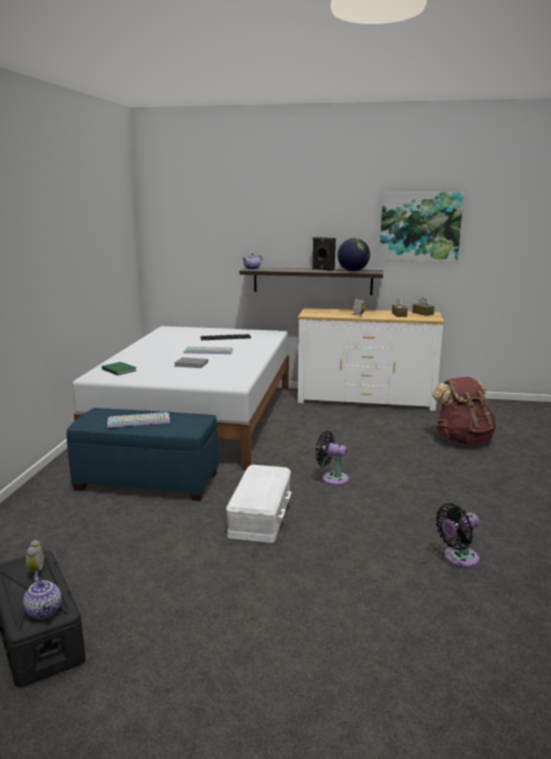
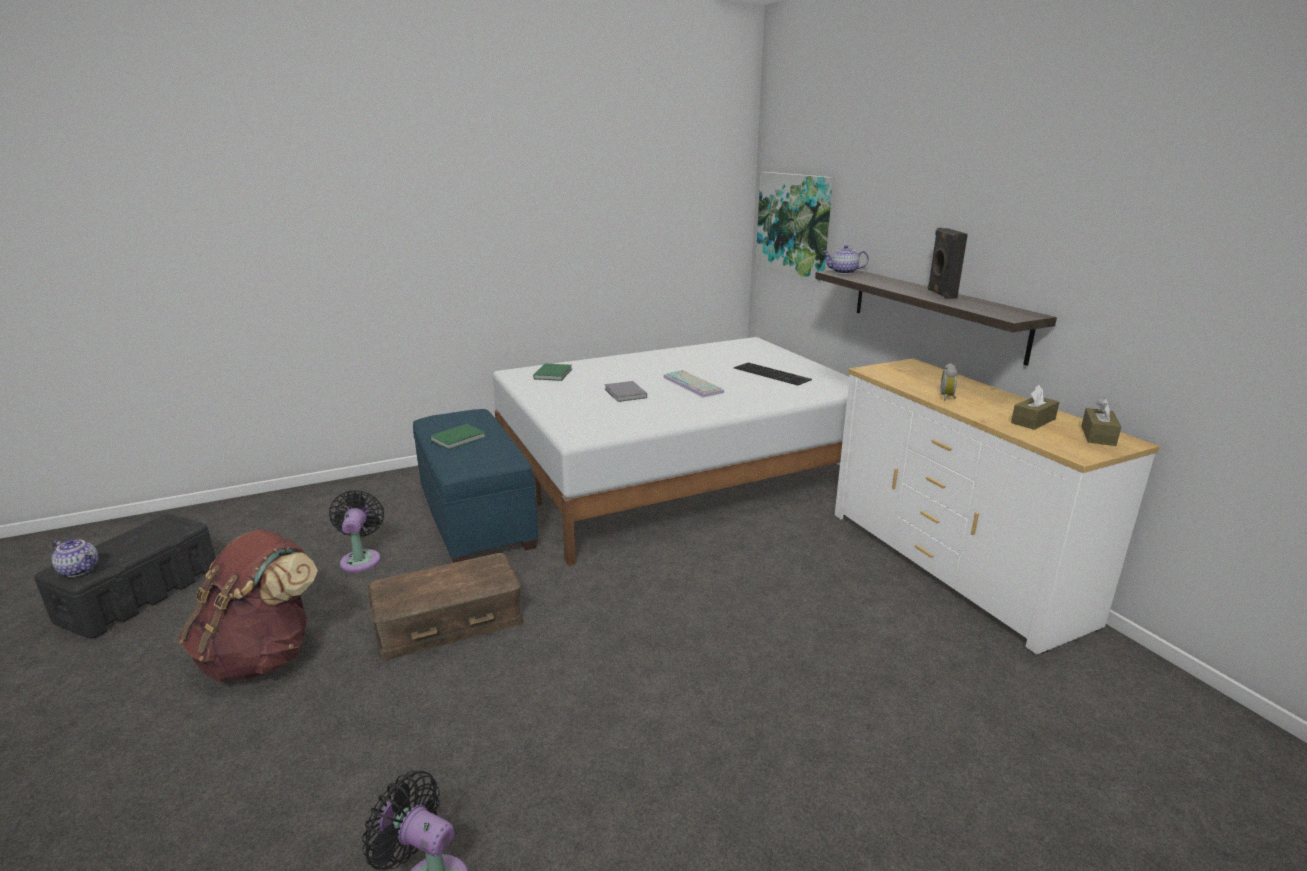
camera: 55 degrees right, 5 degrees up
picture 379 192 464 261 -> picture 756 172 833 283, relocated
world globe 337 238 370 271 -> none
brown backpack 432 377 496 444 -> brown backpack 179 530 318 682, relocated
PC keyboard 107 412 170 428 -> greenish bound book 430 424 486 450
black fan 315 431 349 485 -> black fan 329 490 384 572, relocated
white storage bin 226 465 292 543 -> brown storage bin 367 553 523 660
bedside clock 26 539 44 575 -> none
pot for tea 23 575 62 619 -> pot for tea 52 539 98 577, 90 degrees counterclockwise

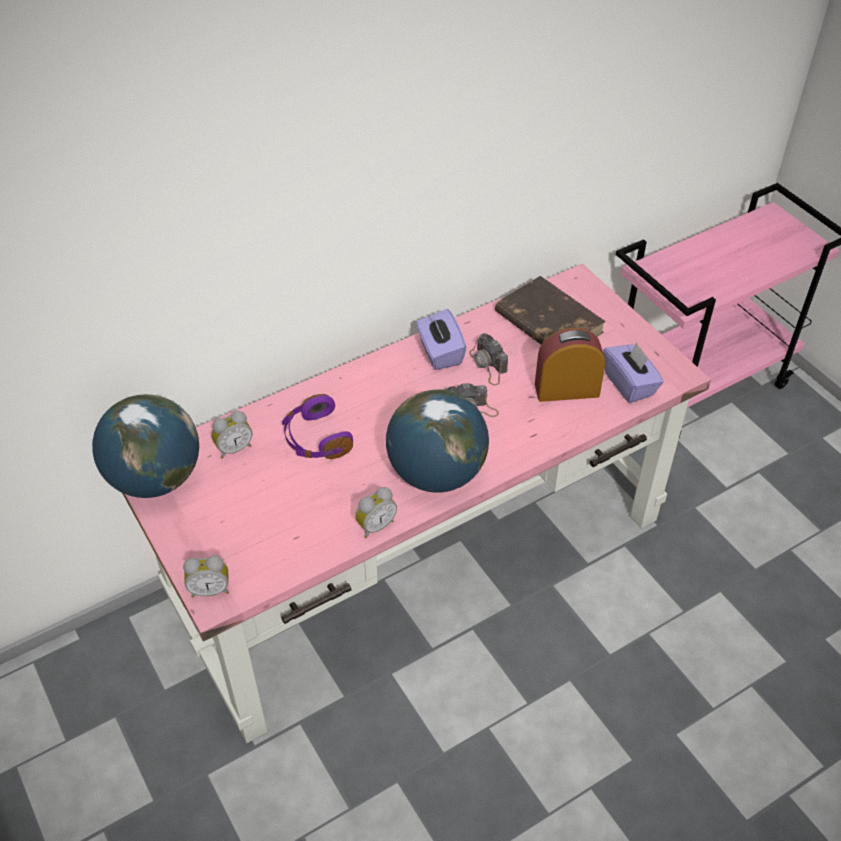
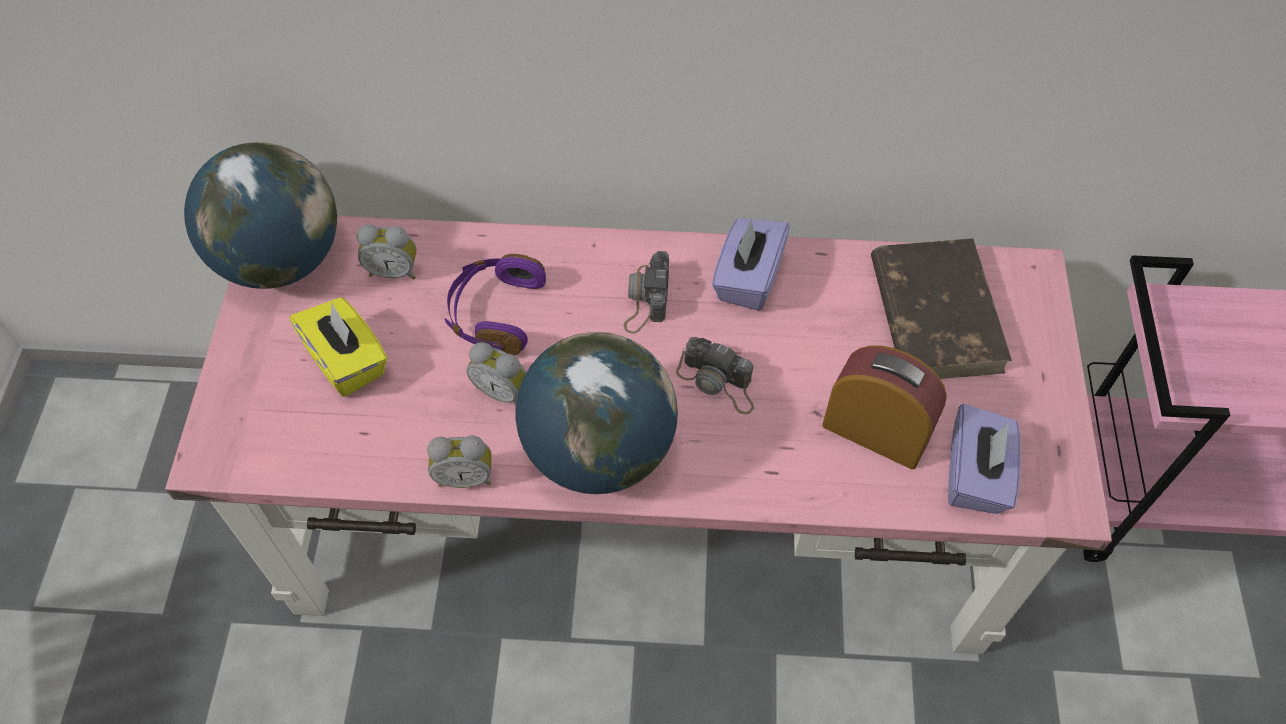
camera: 35 degrees right, 10 degrees up
still camera 469 333 508 385 -> still camera 624 251 669 334, relocated
bedside clock 183 555 229 598 -> bedside clock 467 342 527 406, relocated
none -> yellowish tissue holder 290 297 388 397

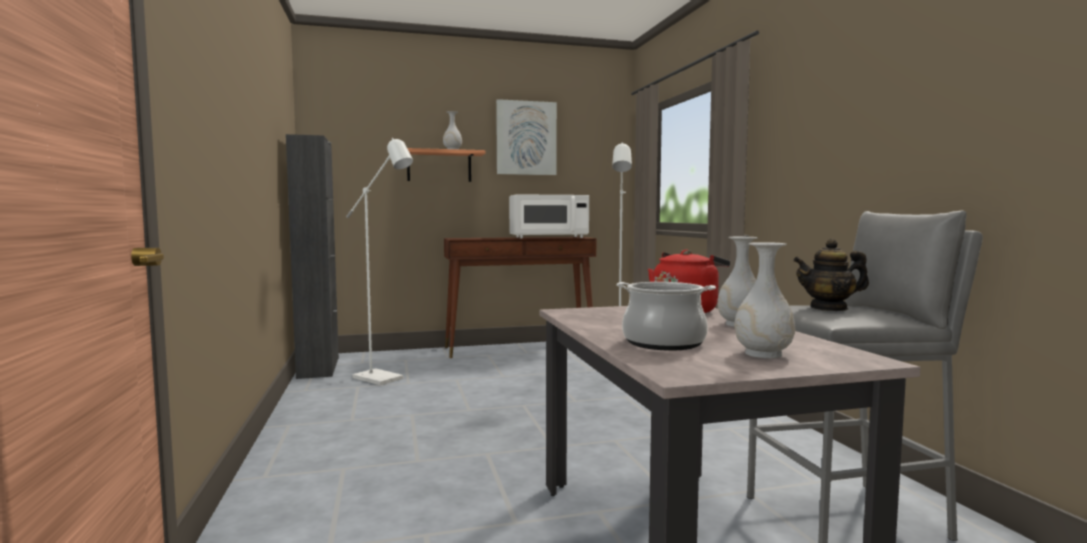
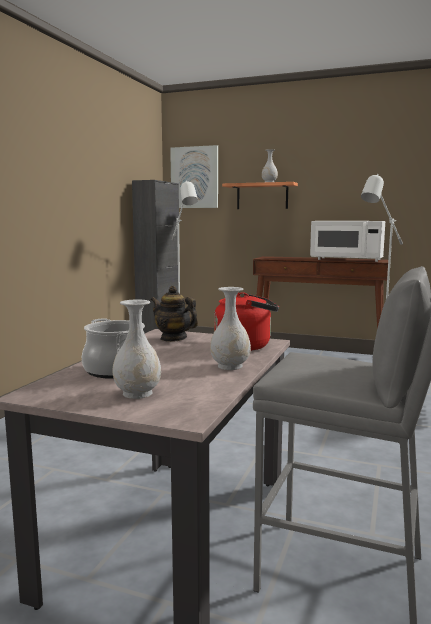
camera: 35 degrees right, 5 degrees up
picture 496 99 557 175 -> picture 170 145 218 208, relocated
pot for tea 793 239 869 311 -> pot for tea 151 286 198 342, relocated

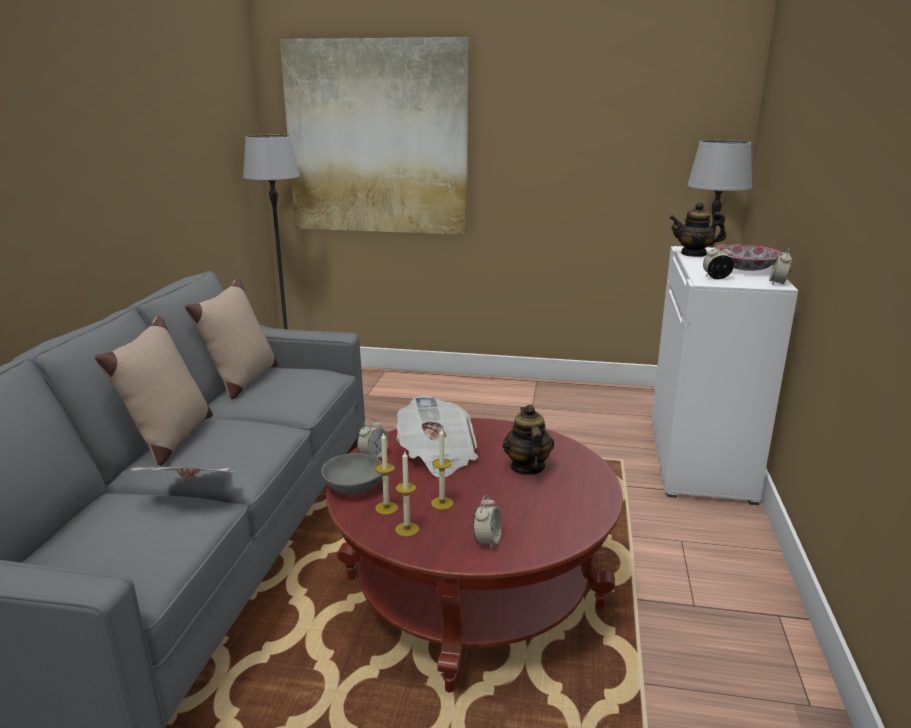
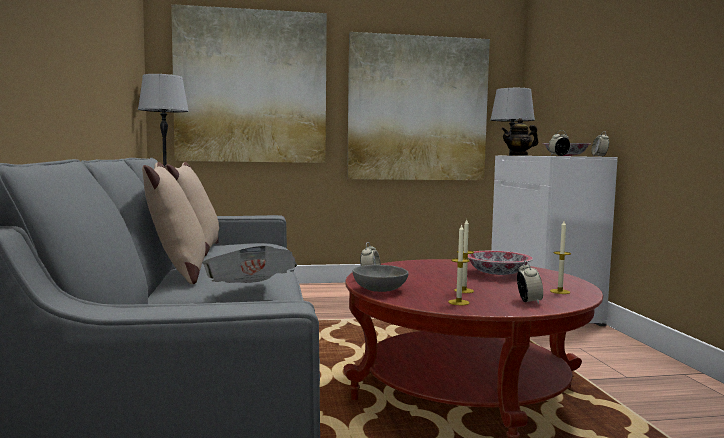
camera: 20 degrees left, 15 degrees down
printed paper 397 395 478 477 -> none
pot for tea 503 404 554 475 -> deep dish 468 251 533 275
candle 375 432 398 515 -> candle 550 221 571 294, relocated
none -> picture 347 32 490 180

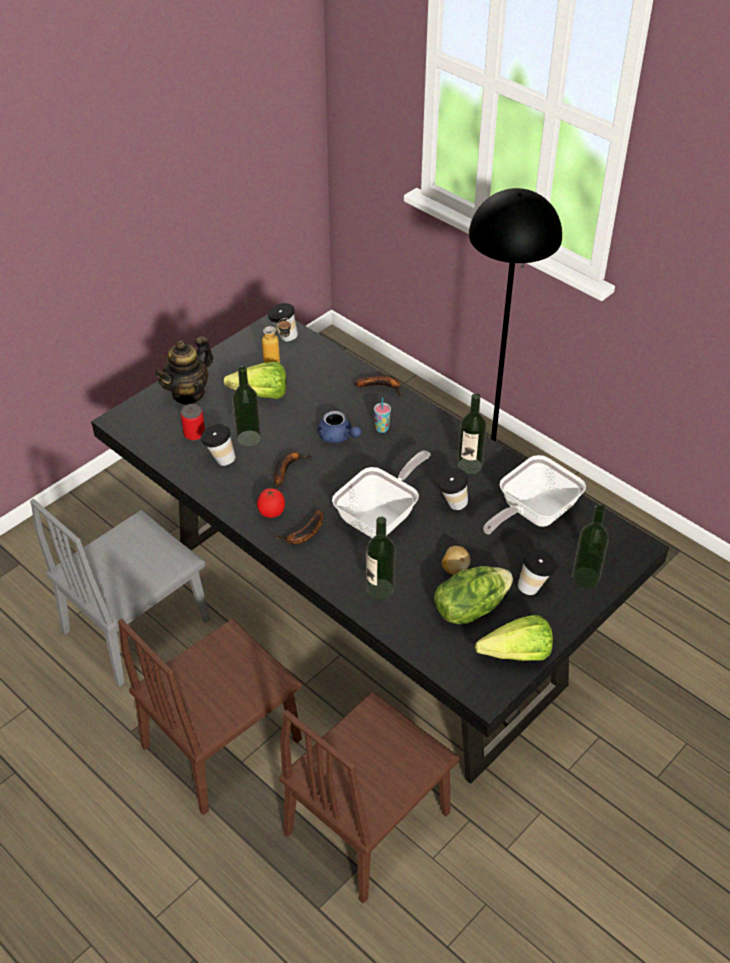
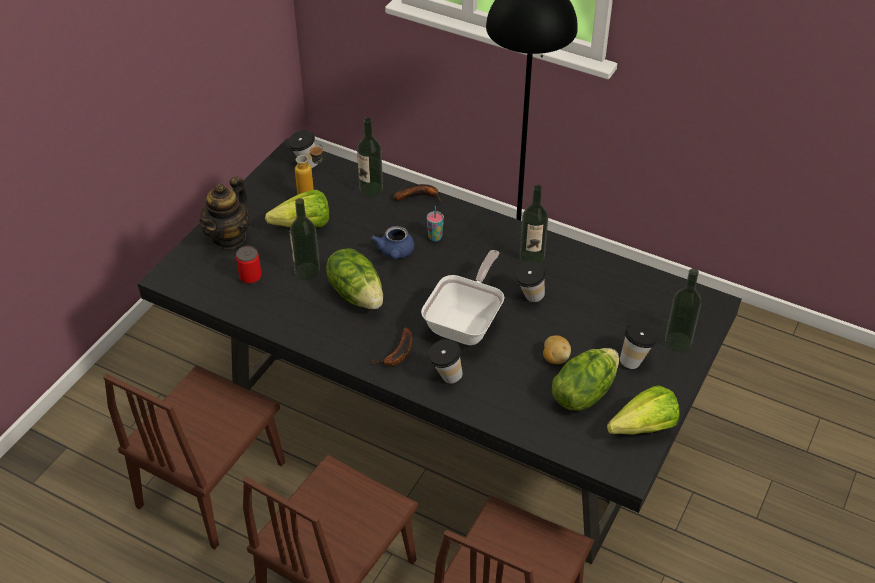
camera: 15 degrees left, 0 degrees up
blue-coloured pot for tea 318 411 362 443 -> blue-coloured pot for tea 371 226 414 259, 60 degrees clockwise
small cup 201 424 235 466 -> small cup 427 339 463 383, relocated
banana 274 452 312 487 -> lettuce 326 248 383 309
pan 483 455 586 534 -> none
tomato 257 488 285 518 -> none
grey plain chair 30 499 210 687 -> brown plain chair 103 365 285 549
bottle 366 517 396 600 -> bottle 357 117 383 197, relocated

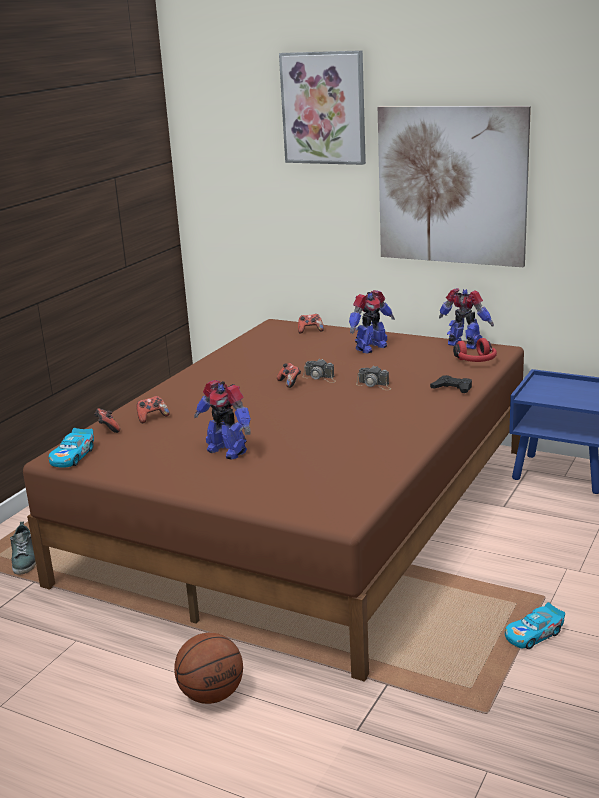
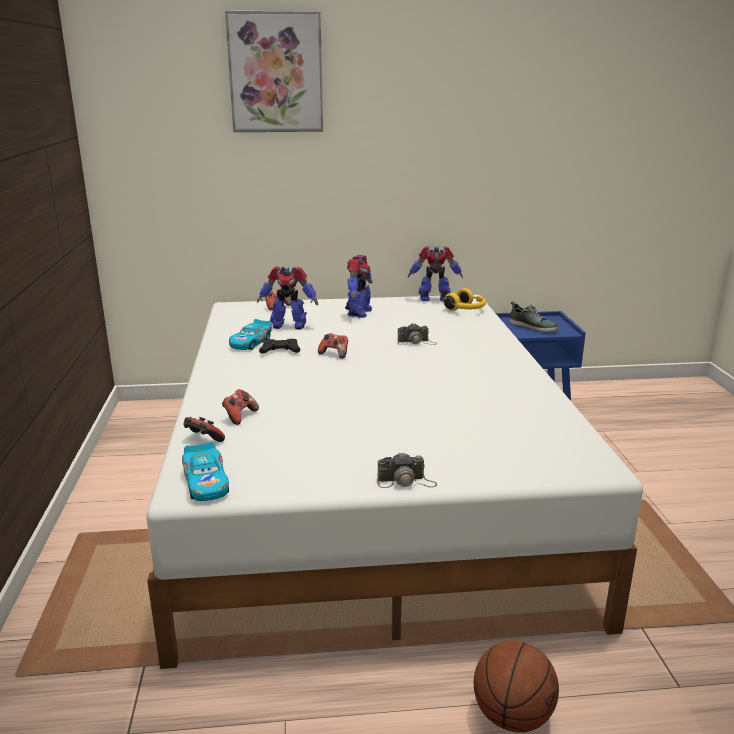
camera: 35 degrees left, 0 degrees up
picture 378 106 531 267 -> none
brown bedroom bed 23 319 524 682 -> white bedroom bed 147 295 643 669
red-coloured headset 453 338 497 362 -> yellowish headset 444 288 486 311
still camera 303 359 336 383 -> still camera 377 452 437 488, relocated
black gamepad 430 375 472 393 -> black gamepad 259 339 300 354, relocated
model robot 194 380 251 460 -> model robot 257 266 318 330, relocated
low shoe 10 522 36 575 -> low shoe 509 301 558 332, relocated
miniature car 505 602 565 649 -> miniature car 229 319 272 350, relocated

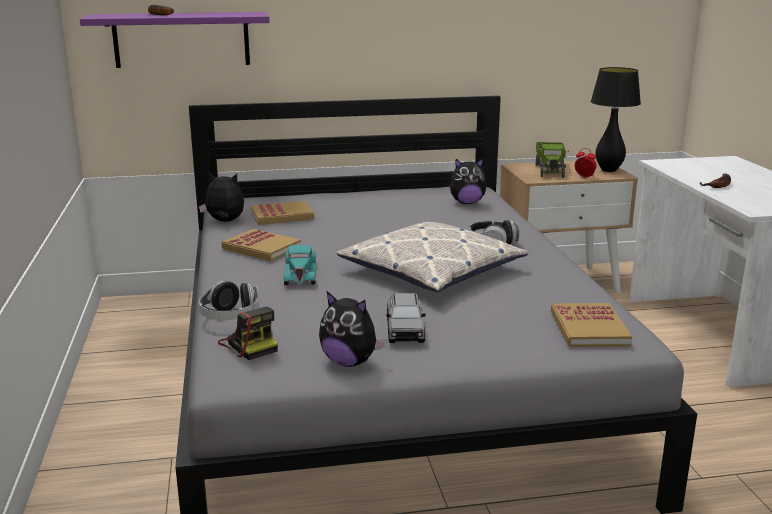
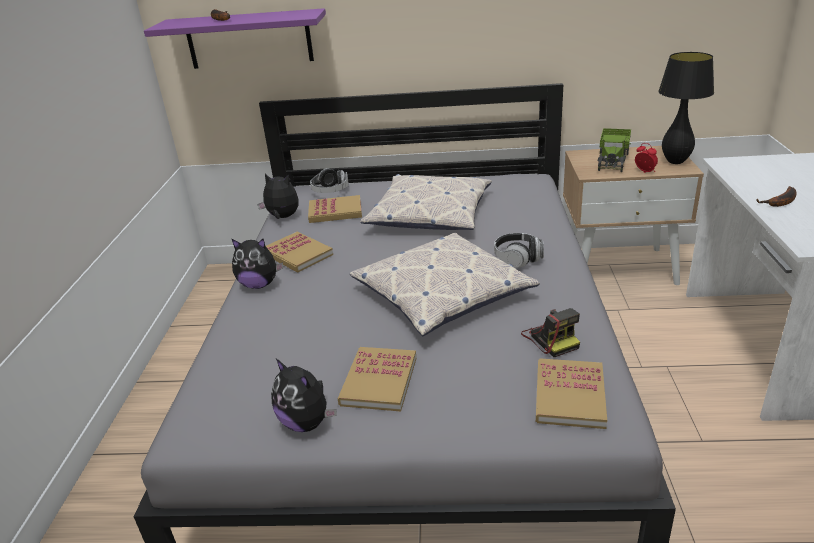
camera: 15 degrees right, 10 degrees up
plush toy 450 158 487 204 -> plush toy 232 238 283 289, relocated
blue-green miniature car 284 245 316 285 -> none
headset 199 281 260 320 -> headset 310 168 349 193, relocated
grey miniature car 386 293 426 343 -> bound book 338 347 416 412
still camera 218 307 278 360 -> still camera 521 308 580 357, relocated
none -> cushion 360 174 492 230

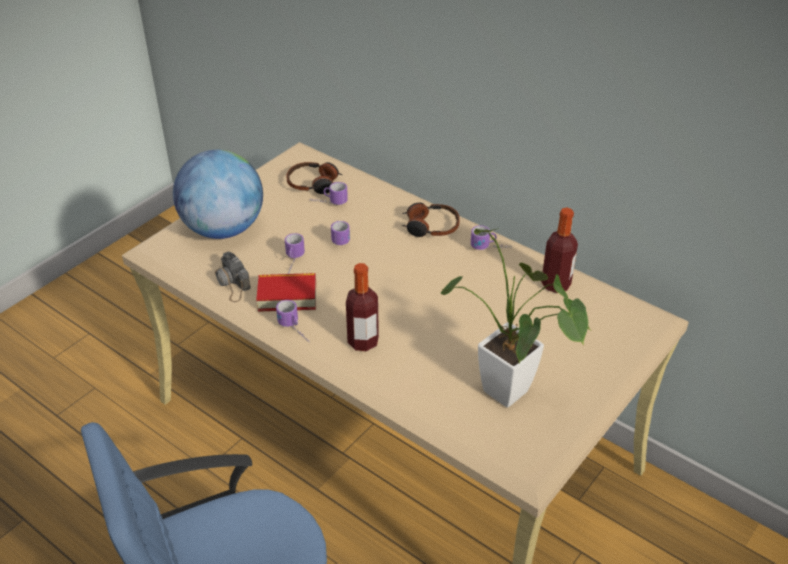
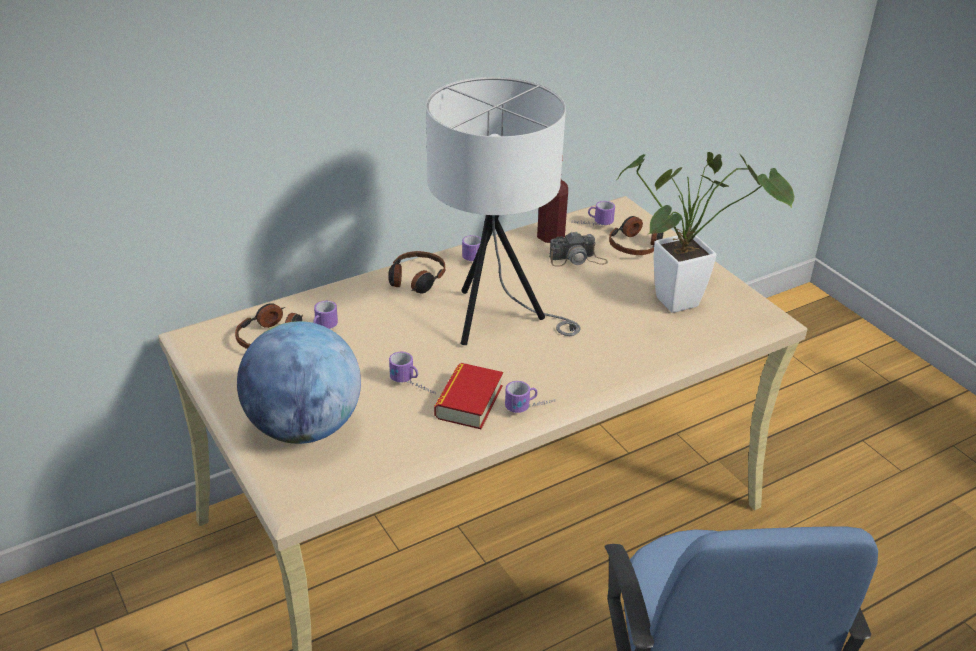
camera: 70 degrees left, 5 degrees down
coffee mug 331 221 350 245 -> coffee mug 571 201 615 226, relocated
still camera 215 251 251 302 -> still camera 549 231 608 267, relocated
bottle 346 263 379 351 -> none
none -> white lamp for a table 426 77 580 345
none -> headset 609 216 664 255

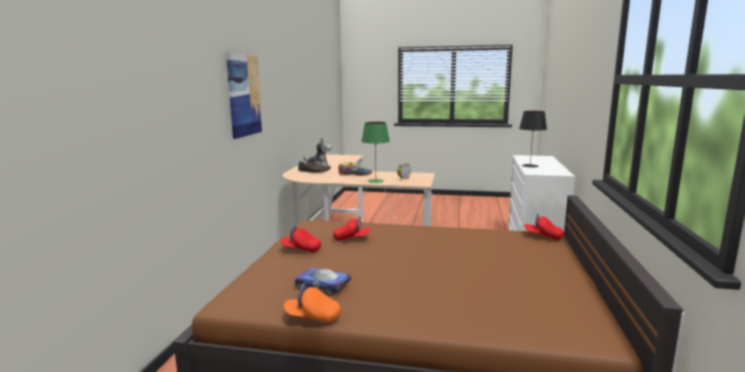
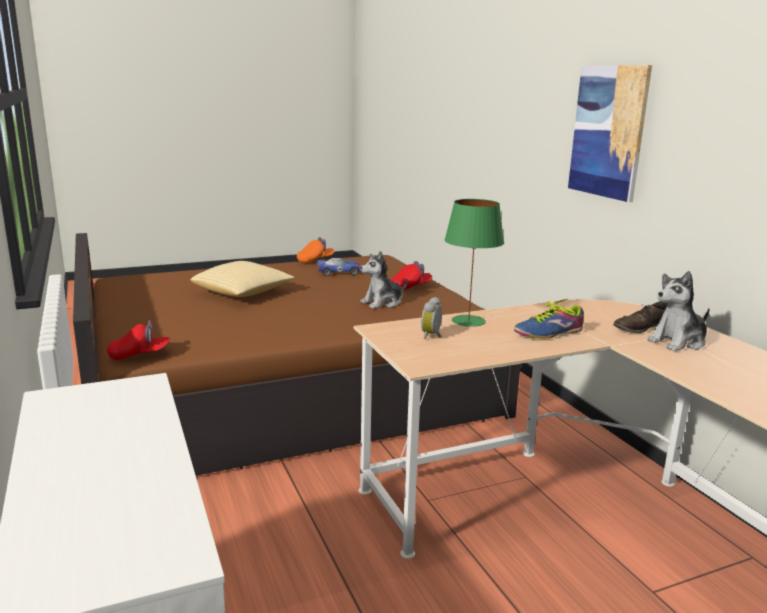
camera: 145 degrees right, 5 degrees up
black lamp for a table 519 111 547 167 -> none
red-coloured baseball cap 333 216 371 241 -> plush toy 360 251 407 309
none -> cushion 191 261 295 297

